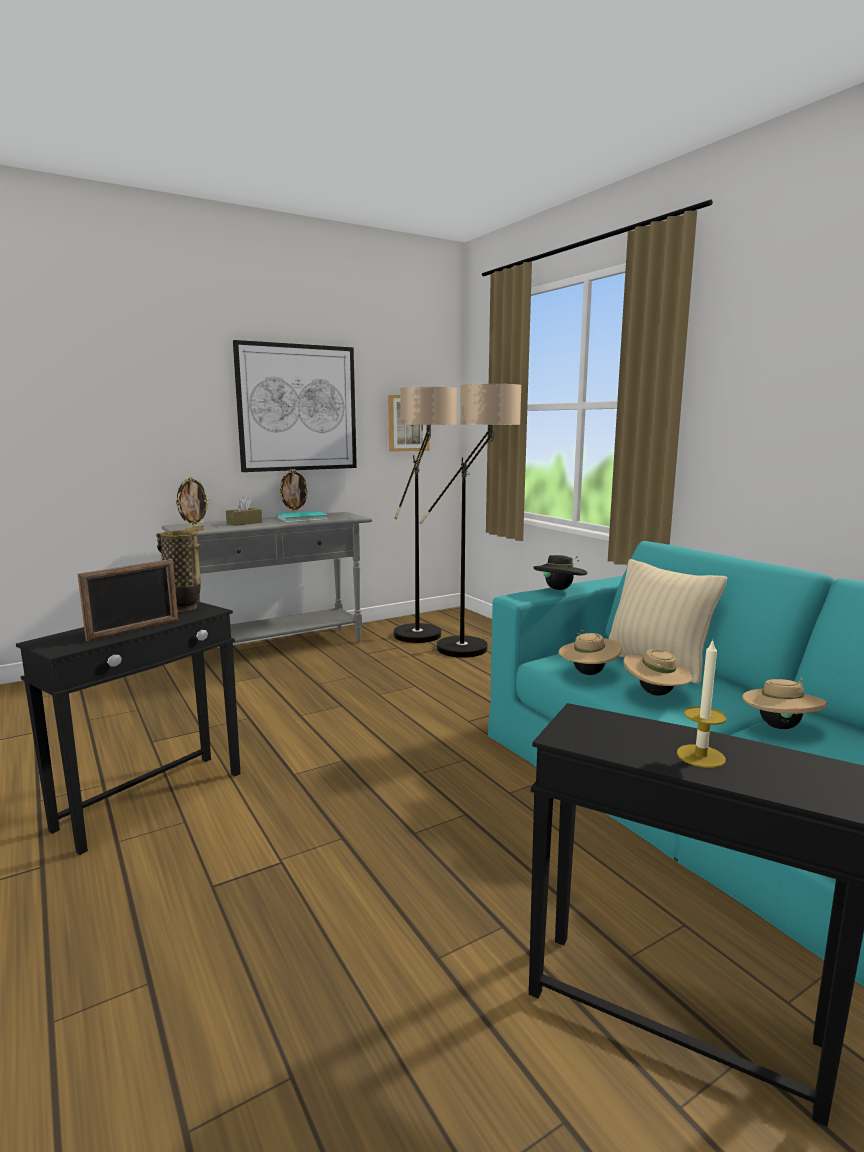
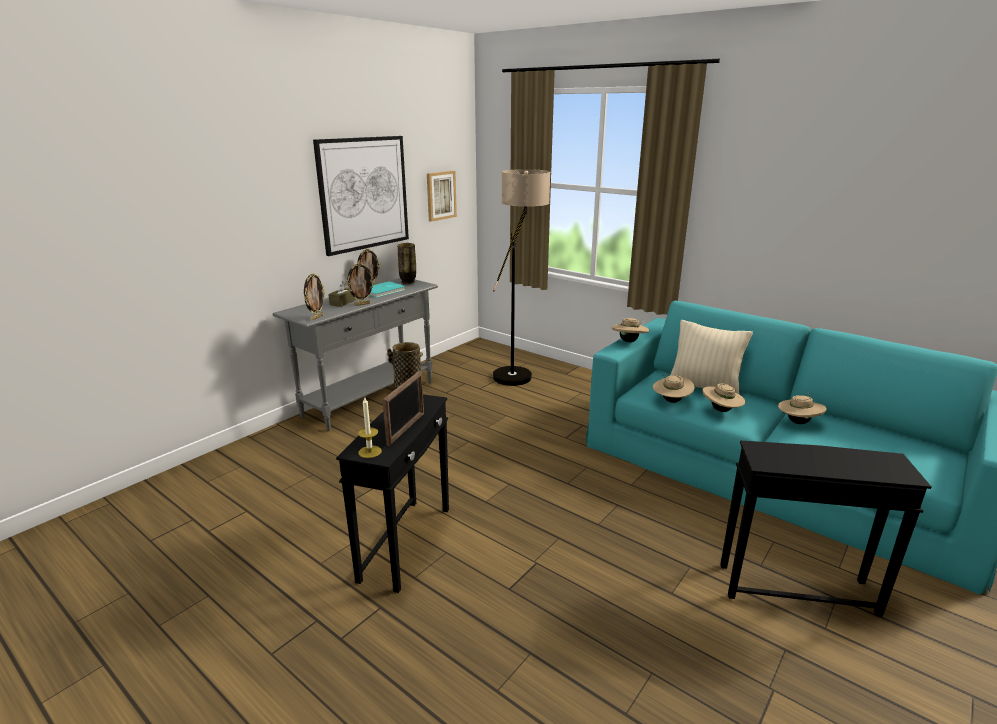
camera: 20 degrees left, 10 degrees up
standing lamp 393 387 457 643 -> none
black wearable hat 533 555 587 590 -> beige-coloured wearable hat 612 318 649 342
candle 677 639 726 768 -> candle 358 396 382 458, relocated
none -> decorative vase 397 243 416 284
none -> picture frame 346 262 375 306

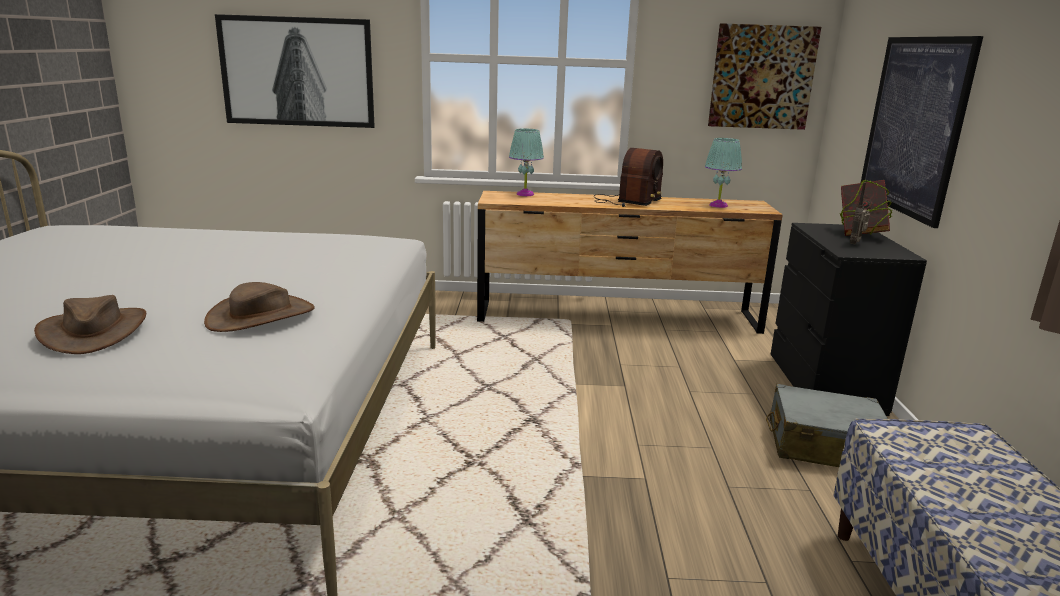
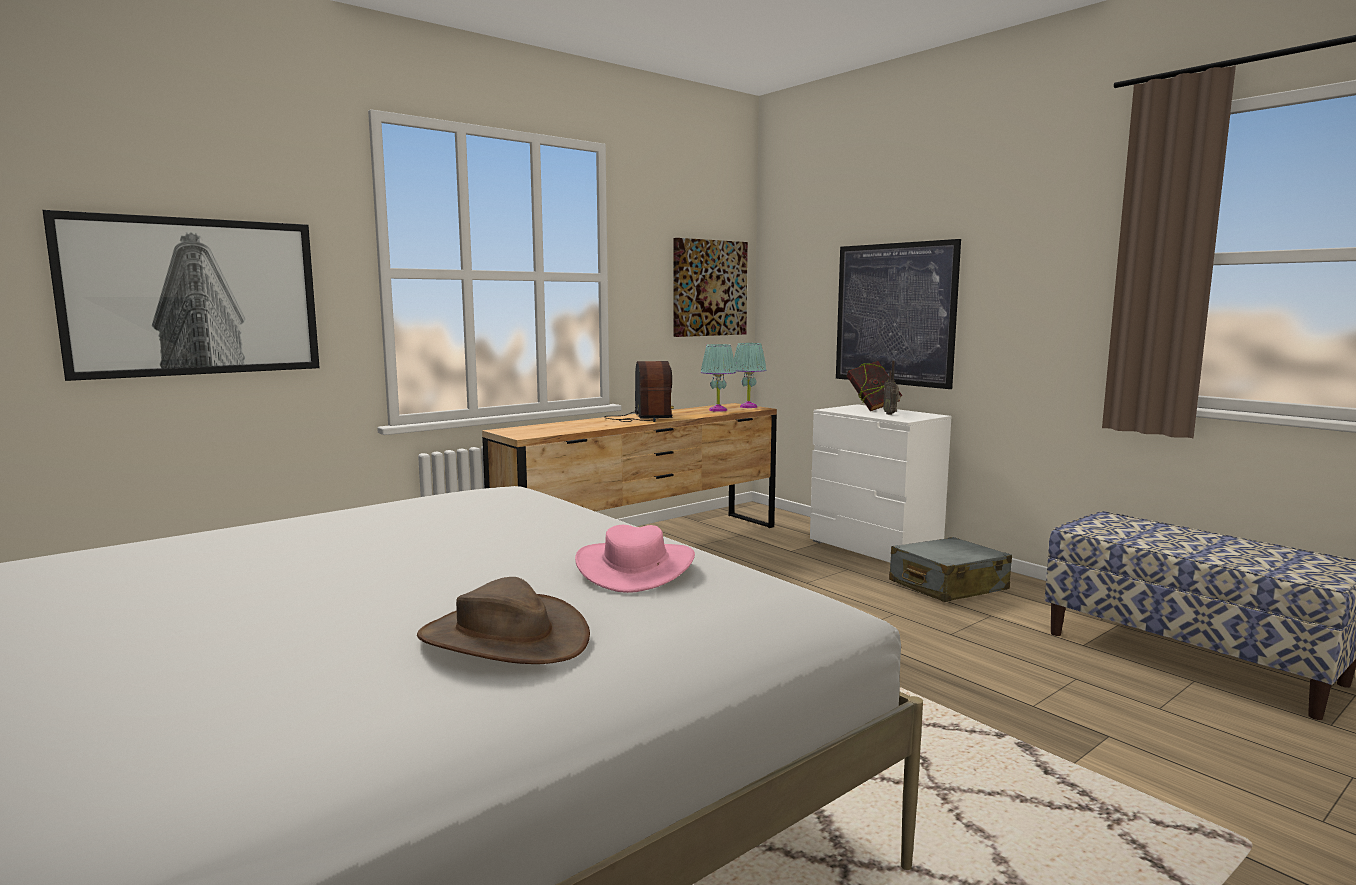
camera: 40 degrees left, 10 degrees down
blue-green lamp for a table 509 128 544 196 -> blue-green lamp for a table 734 343 767 408, relocated
black dresser 771 223 927 416 -> white dresser 810 404 951 562
brown wearable hat 204 282 315 332 -> pink-coloured wearable hat 575 525 695 593

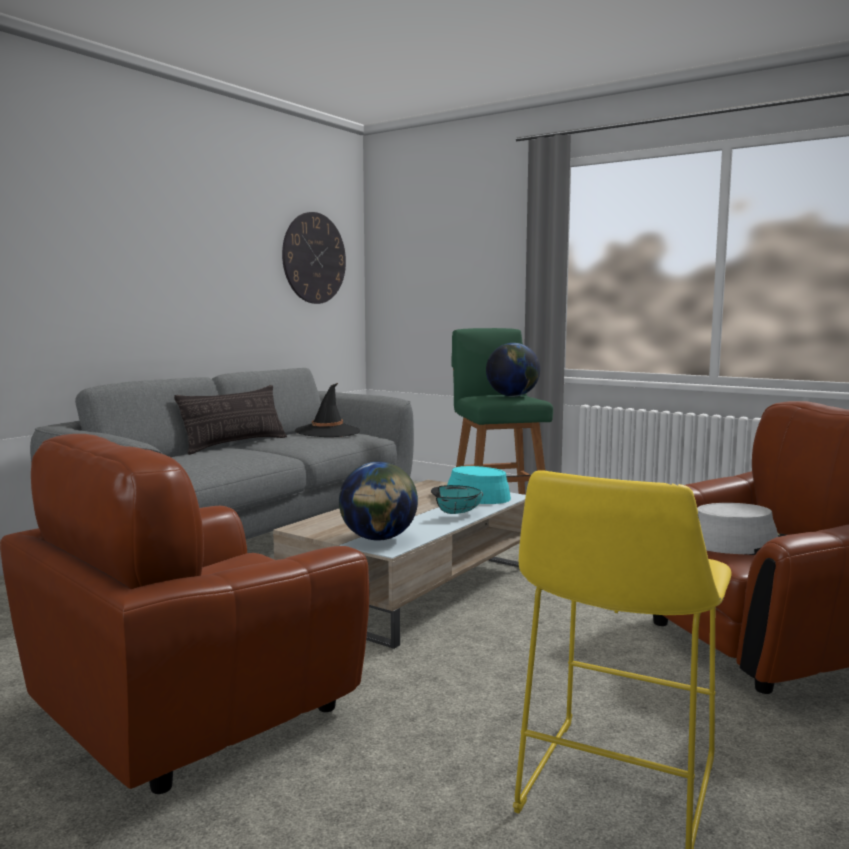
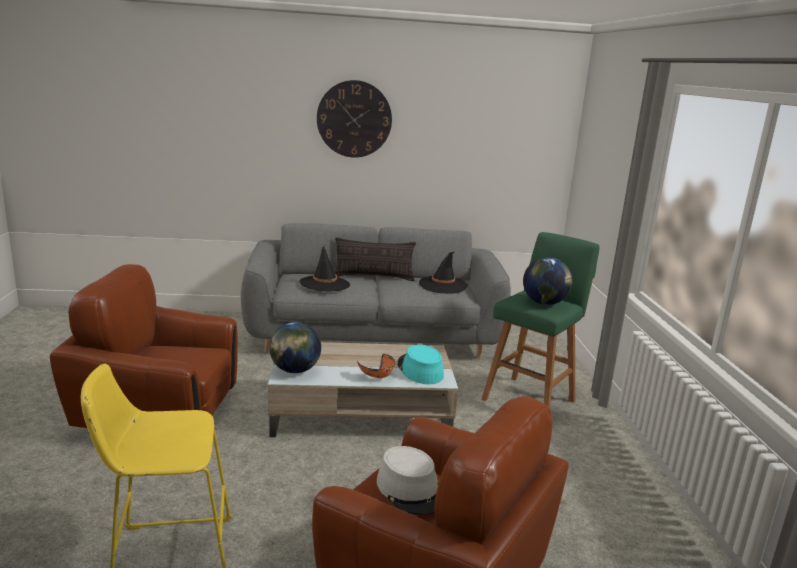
camera: 50 degrees right, 10 degrees up
wall clock 282 212 346 304 -> wall clock 317 80 392 158, relocated
blue-green deep dish 436 485 483 514 -> orange-coloured deep dish 357 354 395 378
none -> black wearable hat 300 246 350 291

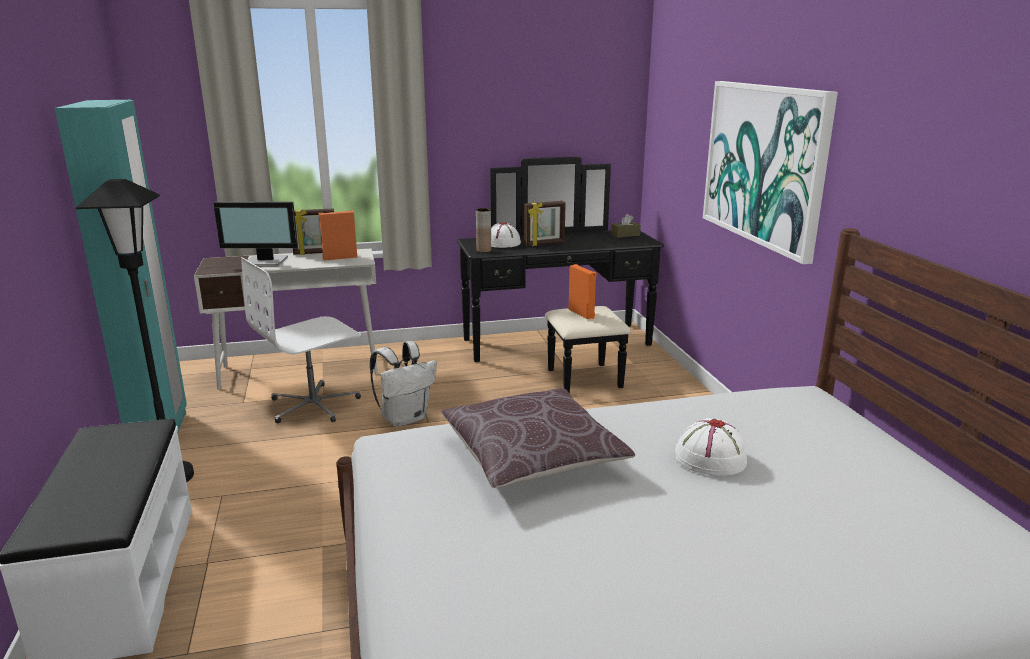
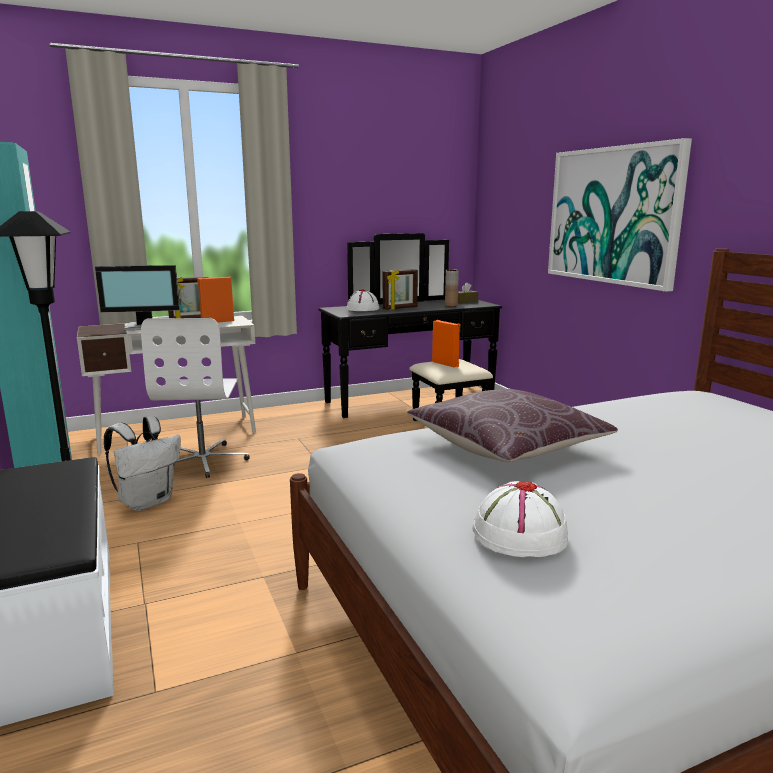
camera: 10 degrees left, 5 degrees down
brown decorative vase 476 208 491 253 -> brown decorative vase 445 270 459 307, relocated
white computer chair 241 257 361 423 -> white computer chair 141 318 250 478, 45 degrees counterclockwise
white backpack 370 341 437 427 -> white backpack 104 416 181 511, relocated
white wearable hat 675 418 747 476 -> white wearable hat 472 481 568 557, relocated

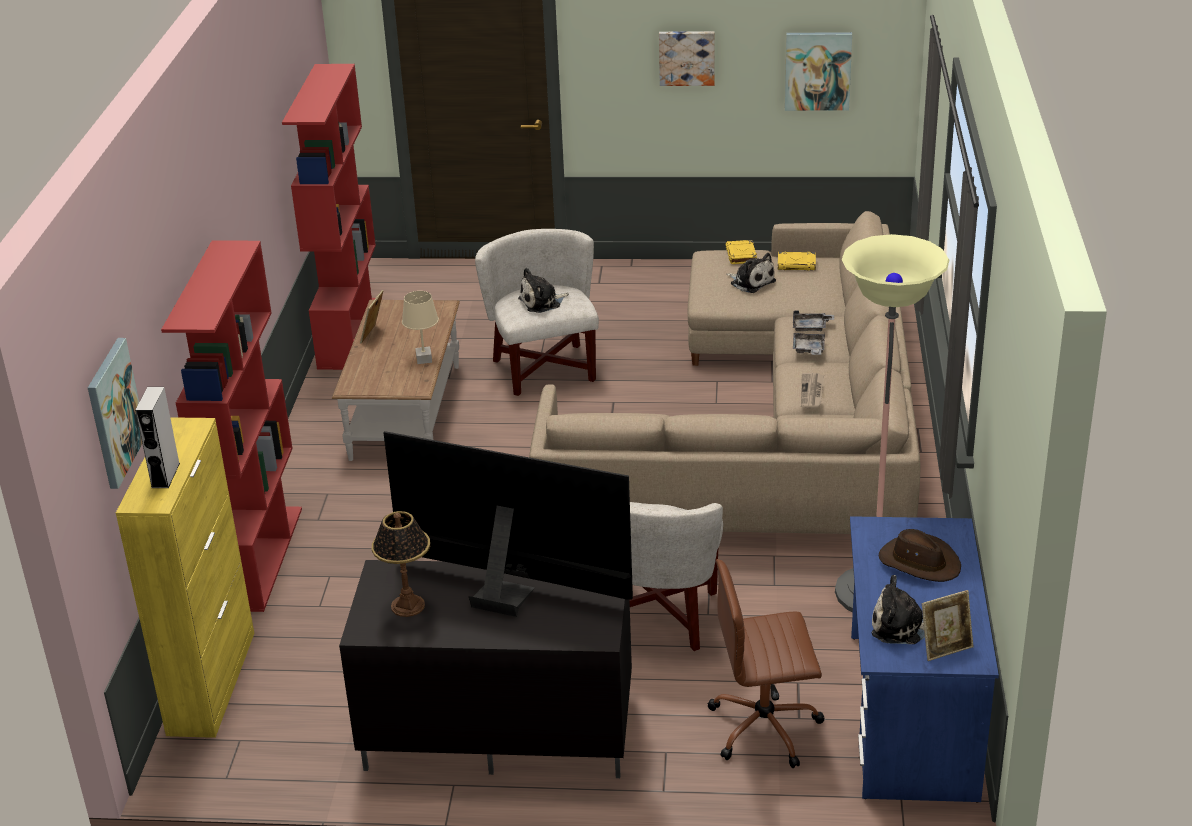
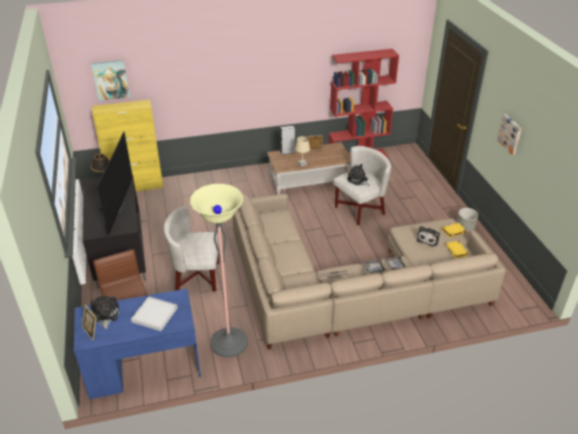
camera: 70 degrees right, 5 degrees up
picture 785 32 852 111 -> none
red-coloured bookshelf 161 241 302 612 -> none
grey speaker 135 387 180 488 -> grey speaker 280 126 295 155, relocated
brown wearable hat 879 529 961 582 -> white serving tray 131 296 178 331
none -> grey flower pot 456 208 478 232

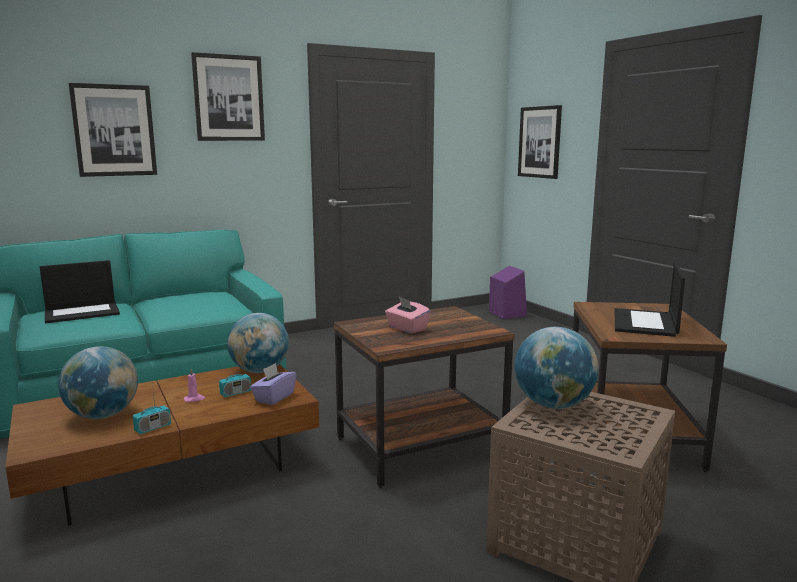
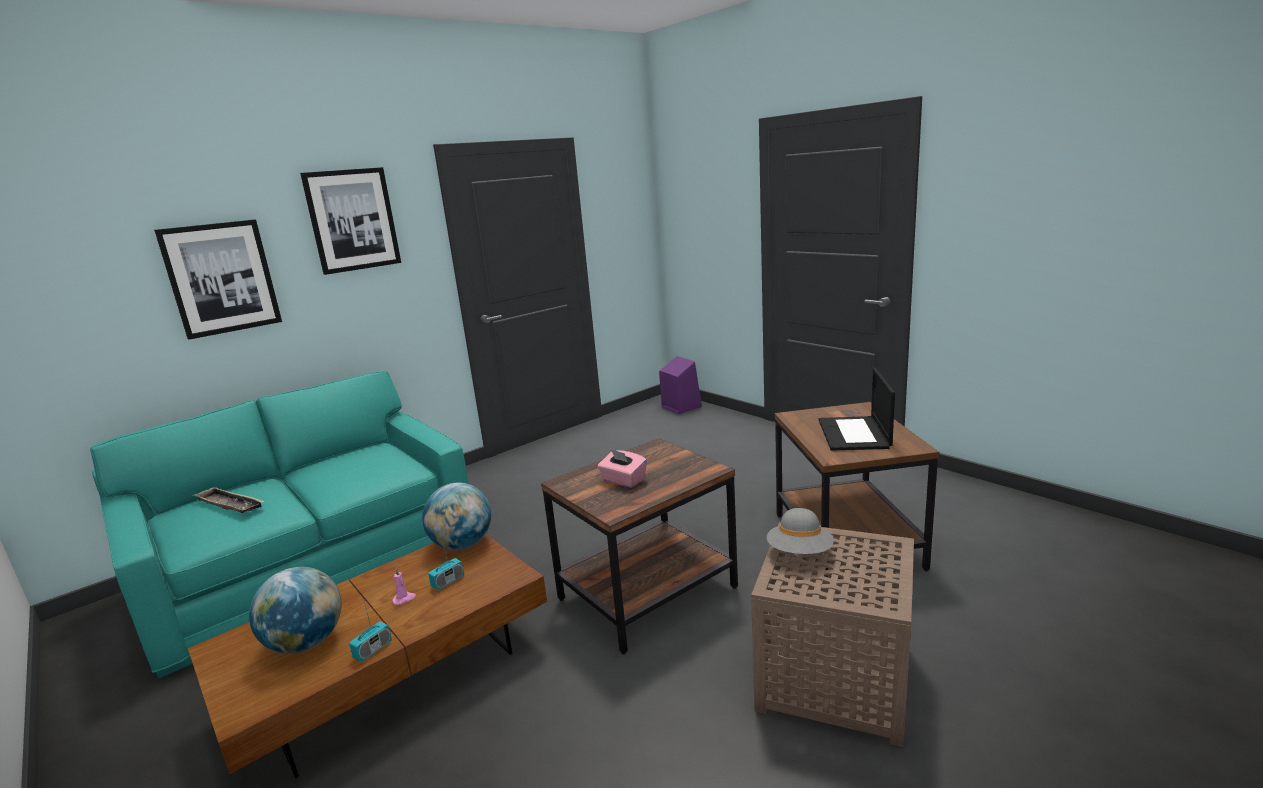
camera: 10 degrees left, 5 degrees up
picture 518 105 562 179 -> none
portable computer 40 260 120 323 -> serving tray 193 487 265 513
world globe 514 327 599 409 -> grey wearable hat 767 508 834 554
purple-coloured tissue holder 250 363 296 405 -> none

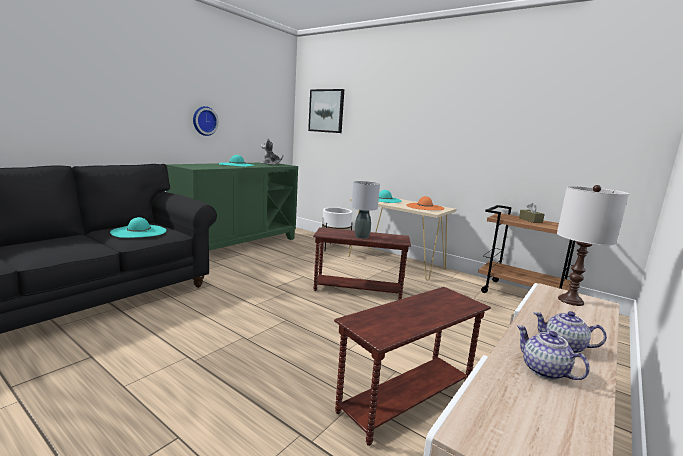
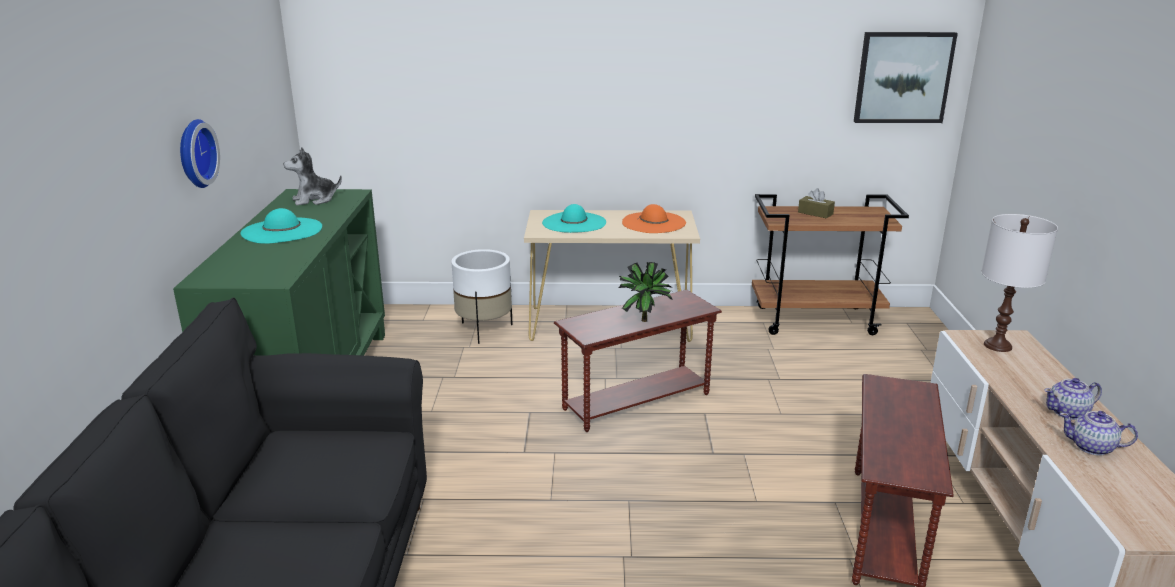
camera: 35 degrees left, 10 degrees up
picture 308 89 344 133 -> picture 854 32 958 123, relocated
grey lamp for a table 351 181 380 239 -> potted plant 619 262 674 322
blue-green wearable hat 110 217 167 238 -> none

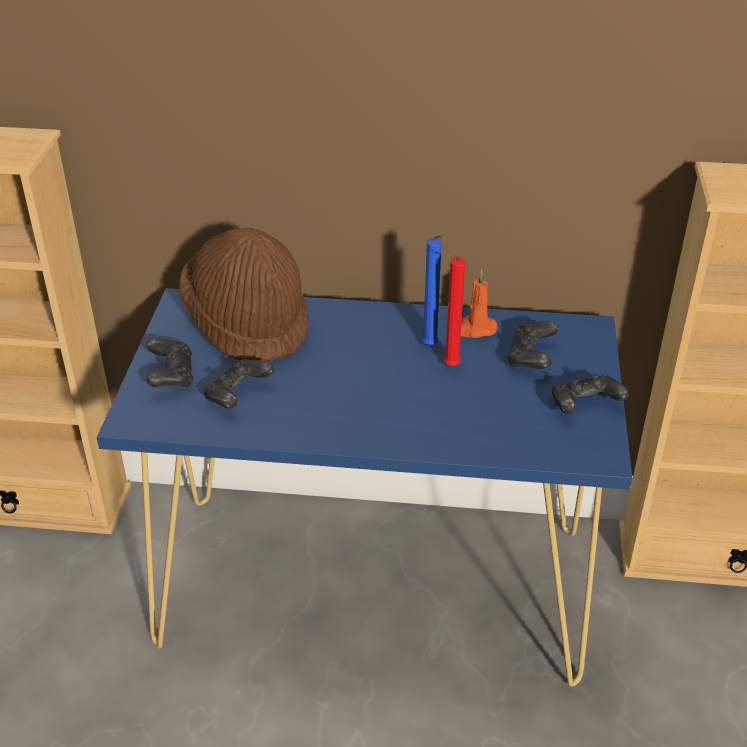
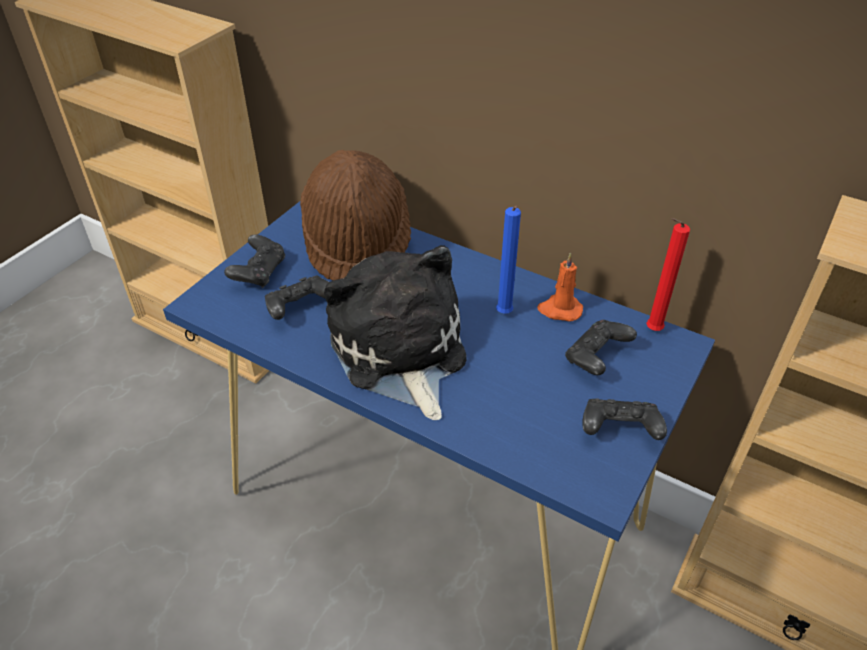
camera: 25 degrees right, 5 degrees up
red-coloured candle 444 254 465 366 -> red-coloured candle 646 218 690 331, relocated
none -> plush toy 324 245 467 420

